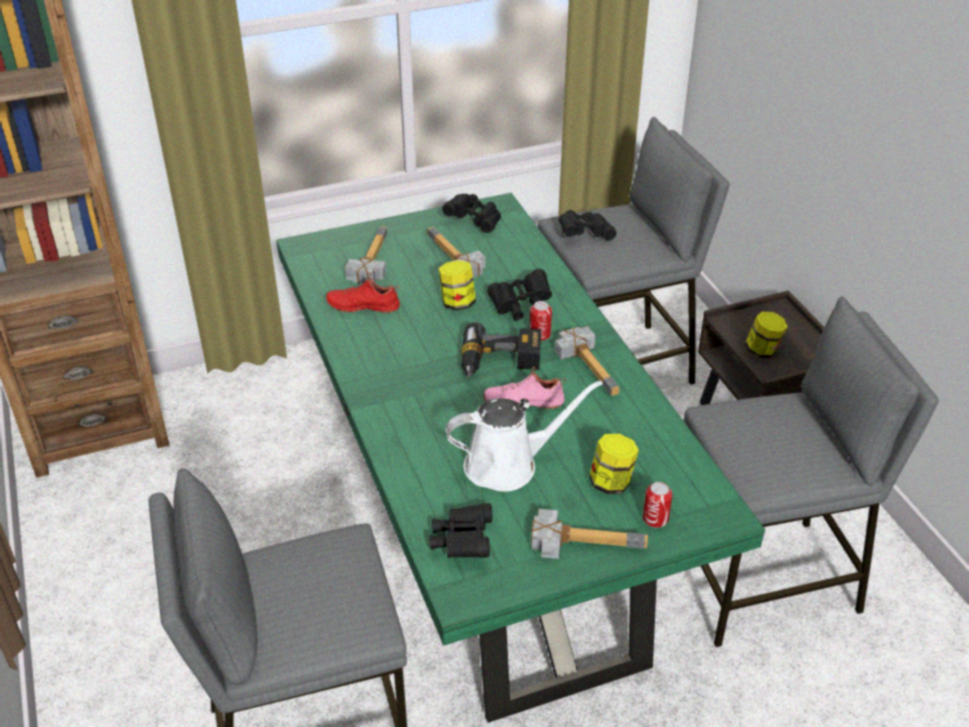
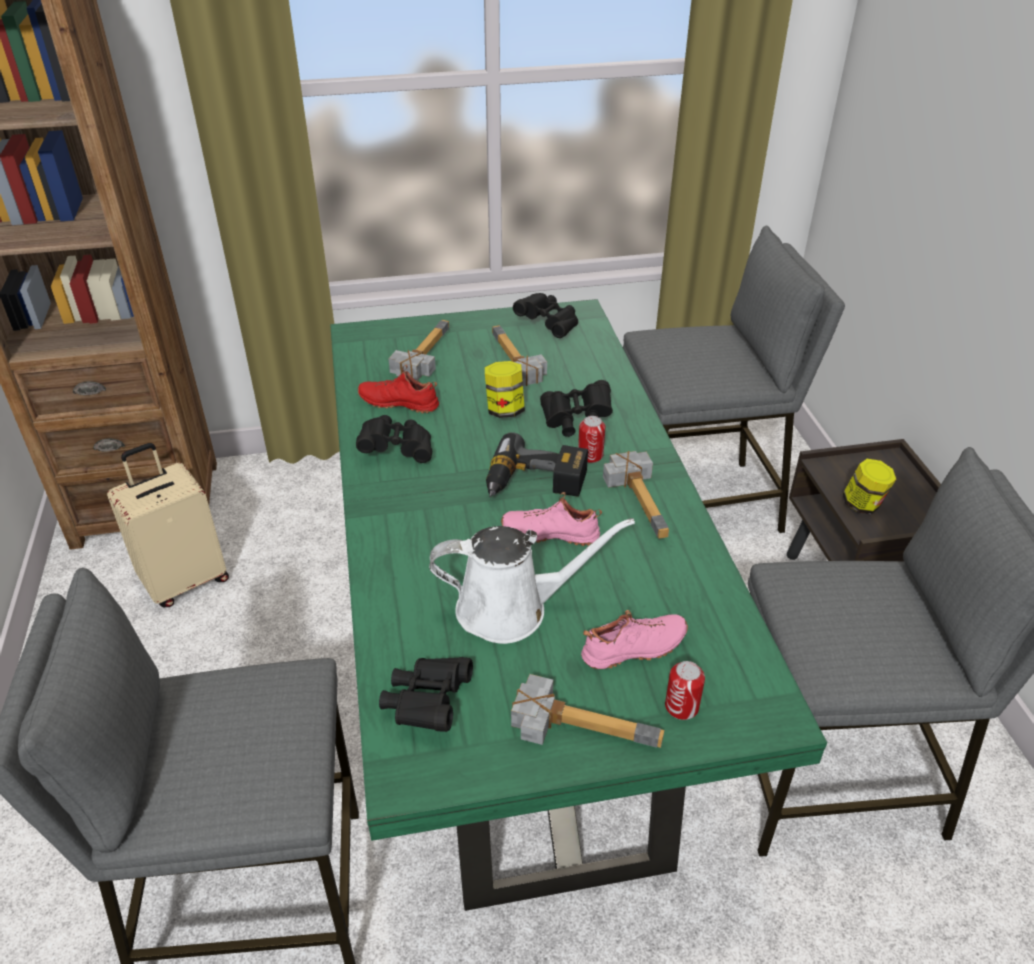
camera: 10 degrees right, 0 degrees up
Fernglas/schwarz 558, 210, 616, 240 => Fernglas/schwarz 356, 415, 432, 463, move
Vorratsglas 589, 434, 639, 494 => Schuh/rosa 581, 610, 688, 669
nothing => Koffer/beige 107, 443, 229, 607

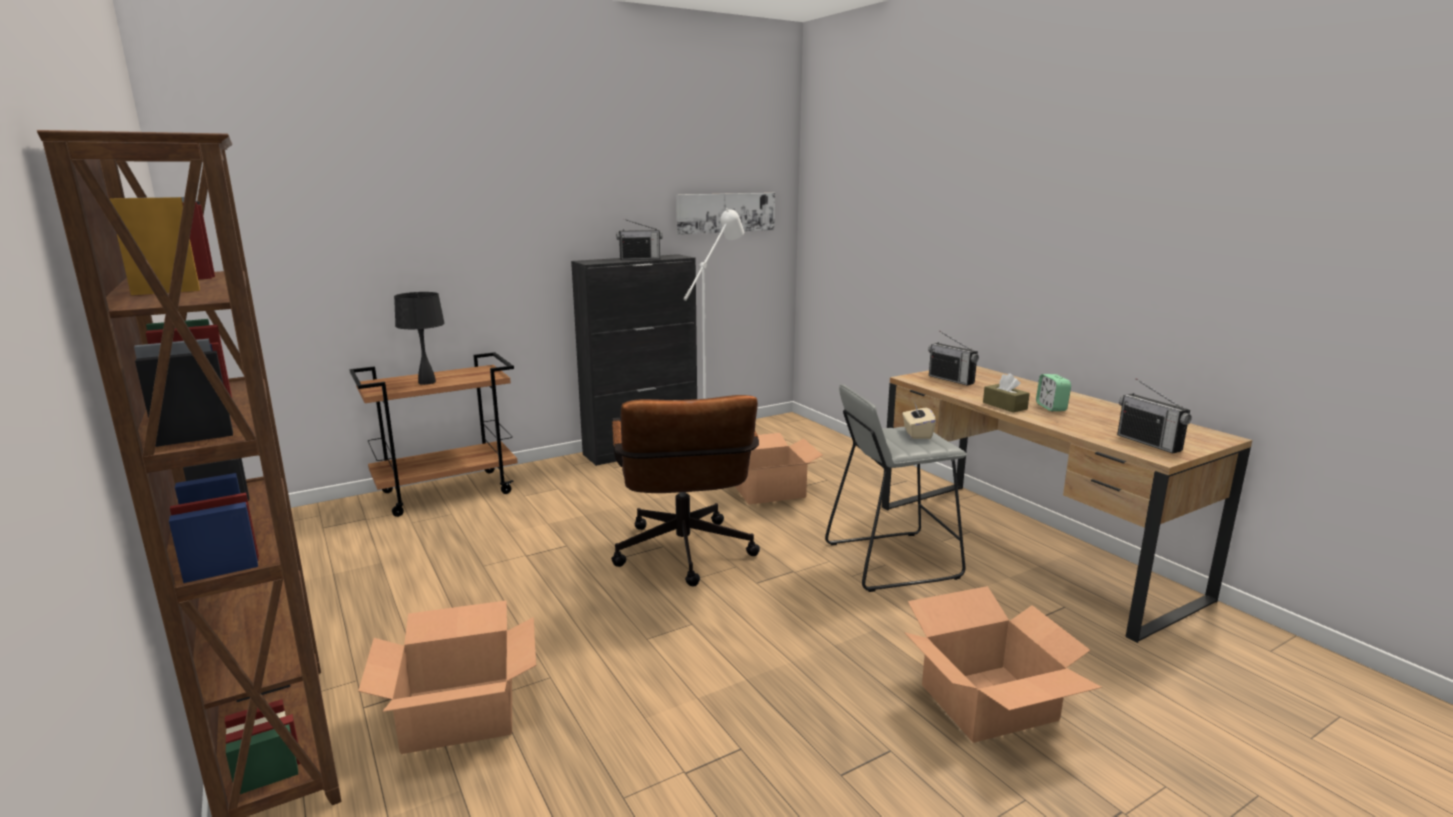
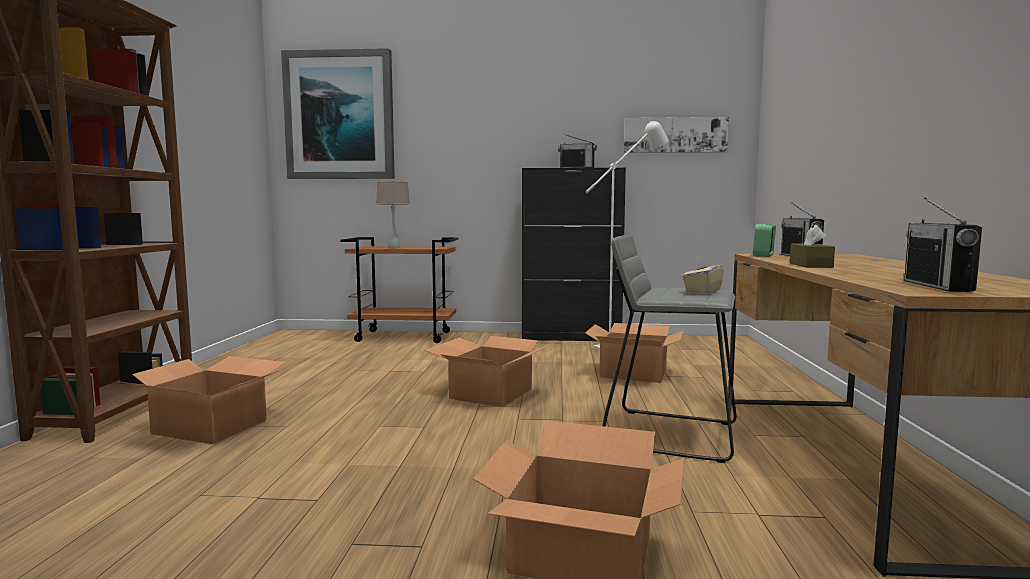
camera: 35 degrees right, 10 degrees down
Tischlampe/schwarz 394, 292, 444, 385 => Tischlampe/beige 376, 180, 410, 248
Wecker 1036, 374, 1071, 411 => Wecker 753, 224, 776, 257, move
Bürostuhl/braun 611, 395, 760, 586 => Karton 424, 336, 556, 407
nothing => Bild 281, 48, 395, 179

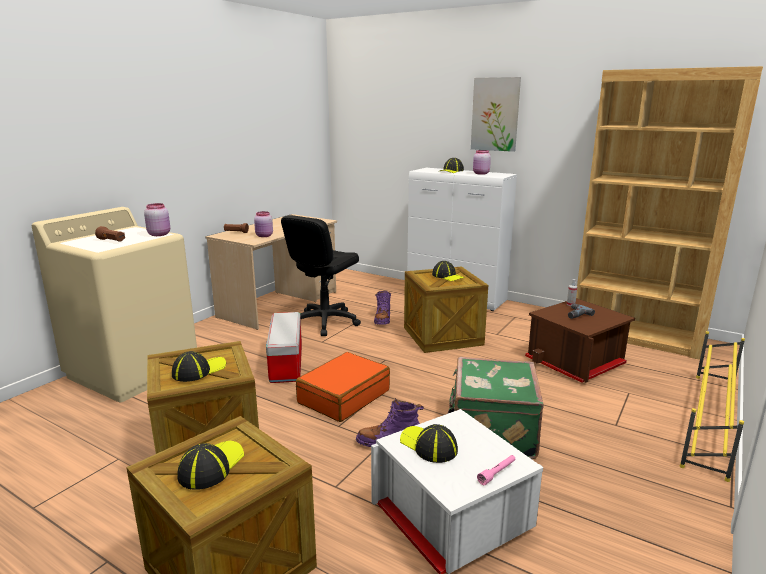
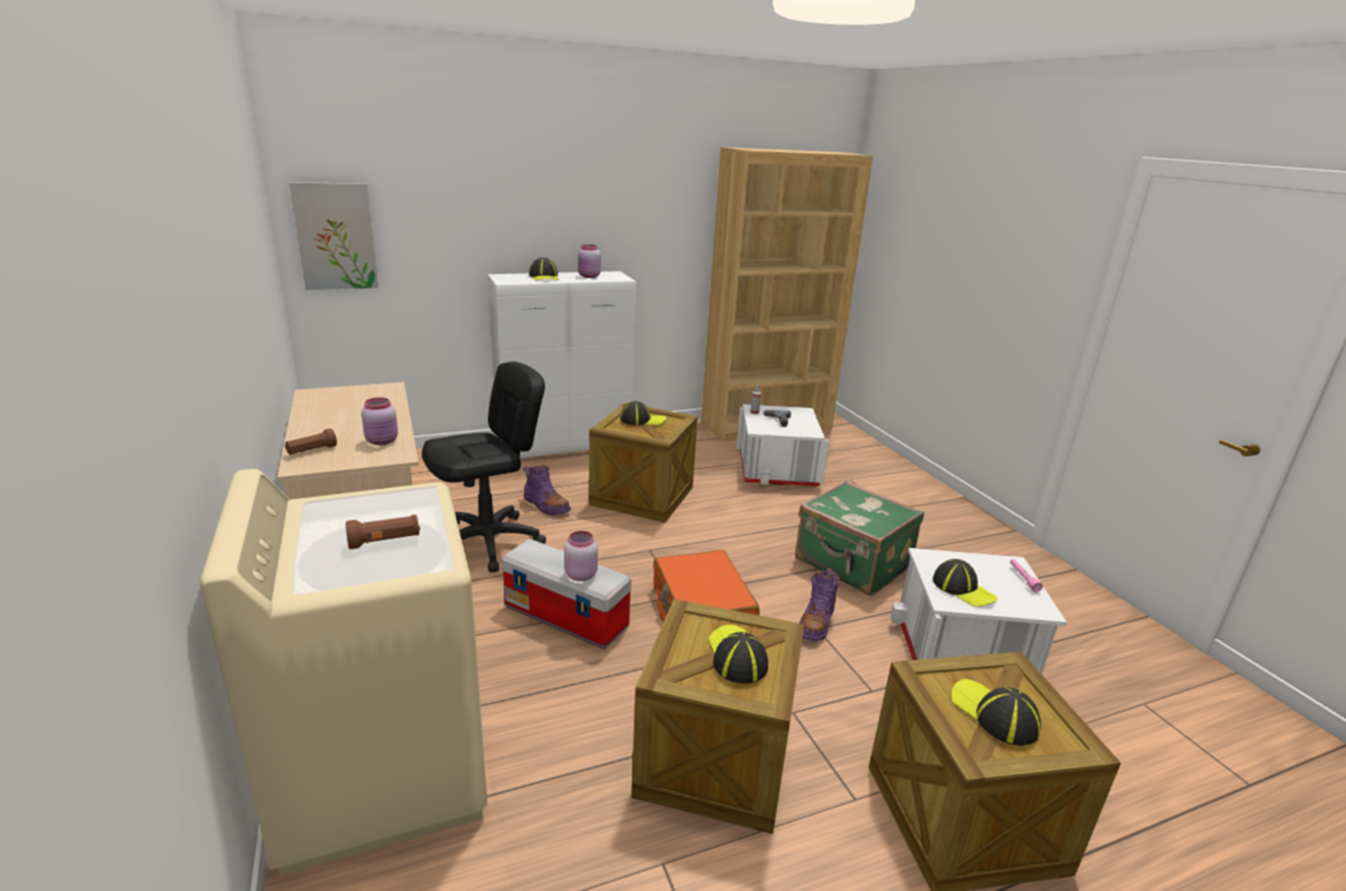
camera: 55 degrees left, 5 degrees up
Bild 471, 77, 521, 152 => Bild 289, 182, 378, 290, move
Vorratsglas/rosa 144, 203, 170, 236 => Vorratsglas/rosa 564, 531, 598, 581, move
Bürostuhl/schwarz 281, 215, 361, 336 => Bürostuhl/schwarz 422, 361, 546, 573, 105 degrees counterclockwise
Aufbewahrungsbox/braun 525, 298, 635, 383 => Aufbewahrungsbox/weiß 736, 404, 829, 486
Schuhregal/gelb 680, 331, 745, 482 => nothing
Kappe 400, 424, 458, 463 => Kappe 933, 559, 997, 607, 120 degrees counterclockwise

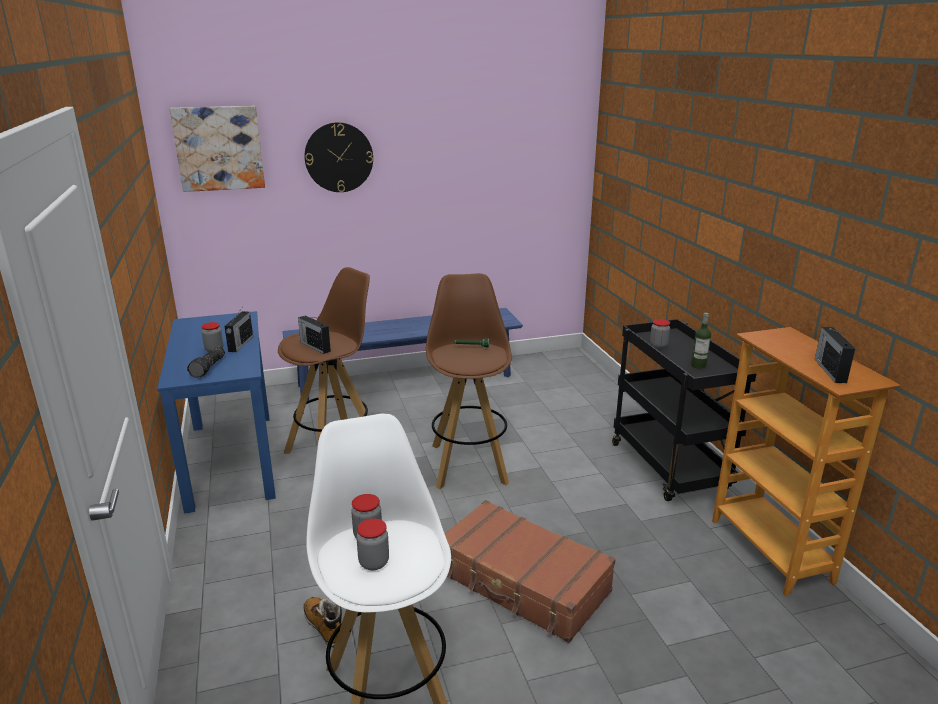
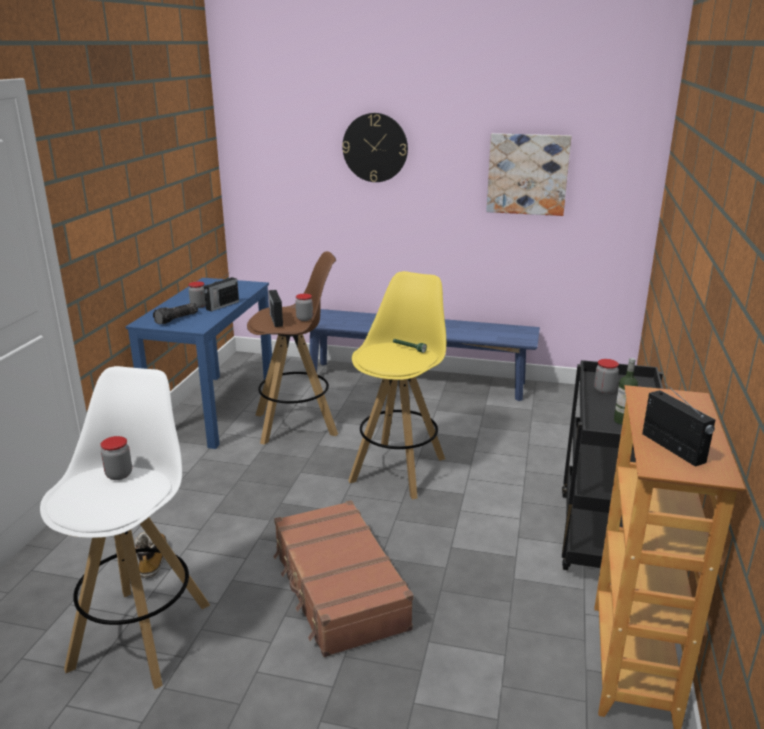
camera: 30 degrees right, 0 degrees up
Bild 170, 106, 265, 192 => Bild 486, 133, 571, 216, move
Hocker/braun 426, 273, 512, 489 => Hocker/gelb 348, 271, 446, 500
Radio 815, 327, 855, 383 => Radio 642, 385, 715, 467, 120 degrees clockwise
Vorratsglas 356, 518, 389, 571 => Vorratsglas 295, 294, 313, 321, move

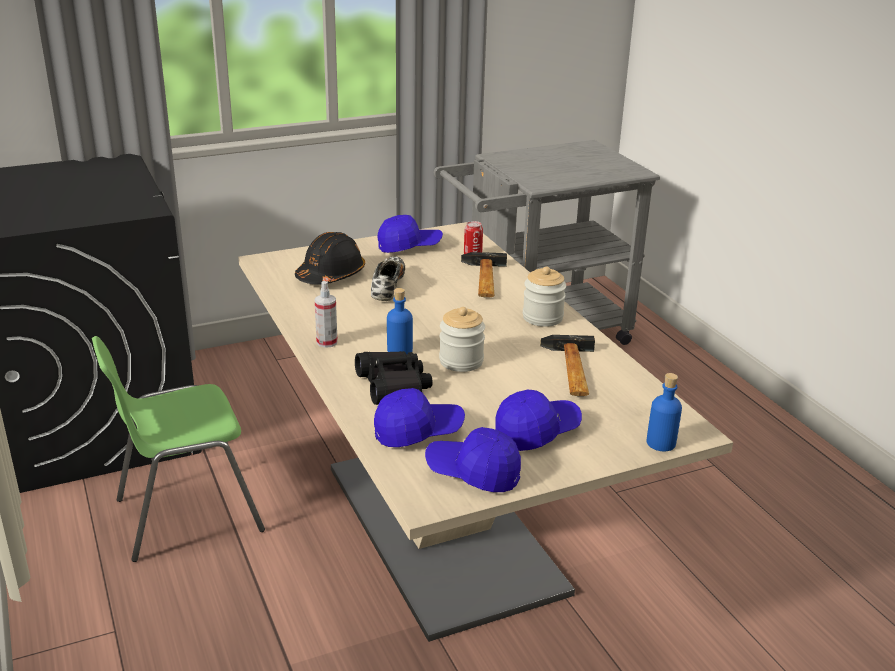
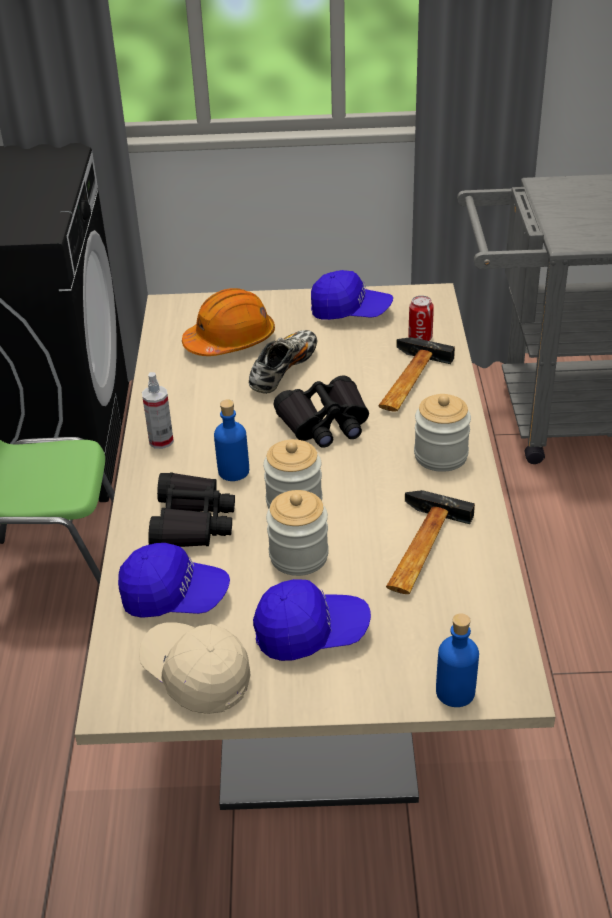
camera: 25 degrees right, 10 degrees up
Schutzhelm/schwarz 295, 232, 365, 285 => Schutzhelm/orange 182, 288, 275, 356
Kappe/blau 425, 427, 521, 492 => Kappe/beige 139, 622, 251, 714
nothing => Fernglas/schwarz 274, 375, 369, 448
nothing => Vorratsglas 266, 490, 329, 576

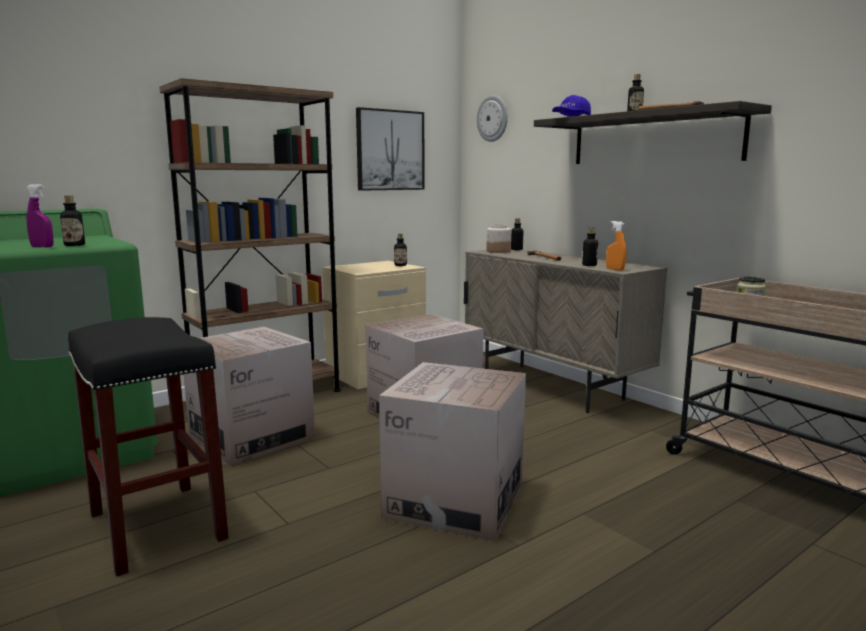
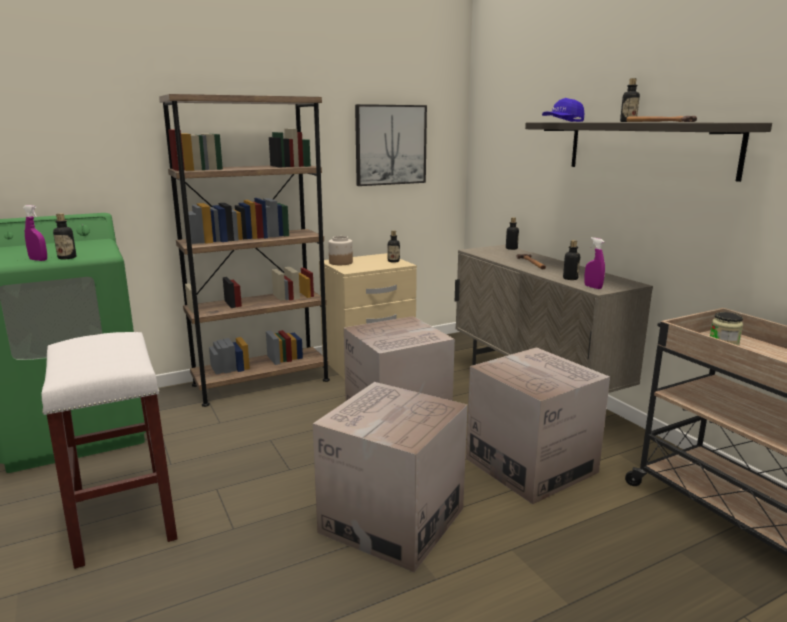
camera: 10 degrees right, 5 degrees up
Wanduhr 477, 95, 508, 142 => nothing
Sprühflasche/orange 606, 221, 626, 271 => Sprühflasche/lila 584, 237, 605, 289
Vorratsglas 486, 224, 511, 253 => Vorratsglas 328, 236, 353, 265, move
Hocker/schwarz 68, 317, 229, 576 => Hocker/weiß 42, 332, 177, 569
Karton 184, 327, 315, 466 => Karton 466, 347, 610, 504, move

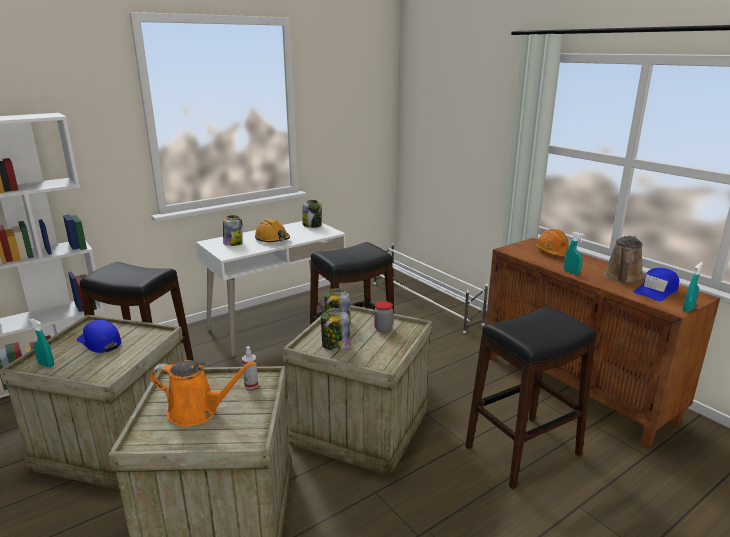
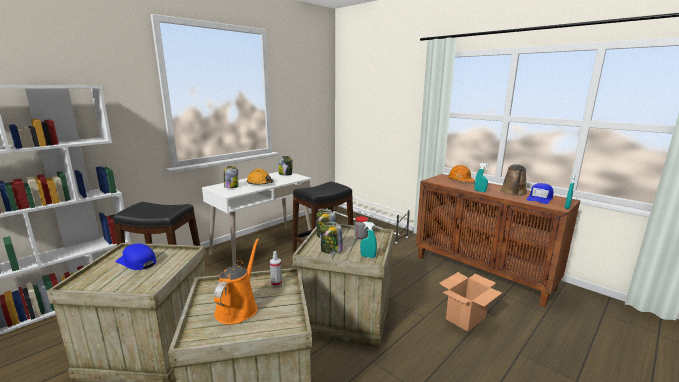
camera: 10 degrees left, 5 degrees down
Hocker/schwarz 465, 306, 597, 490 => Karton 439, 272, 502, 332
Sprühflasche/türkis 29, 319, 54, 368 => Sprühflasche/türkis 360, 222, 377, 258, move
Gießkanne/orange 150, 360, 255, 427 => Gießkanne/orange 214, 238, 259, 324, 75 degrees counterclockwise

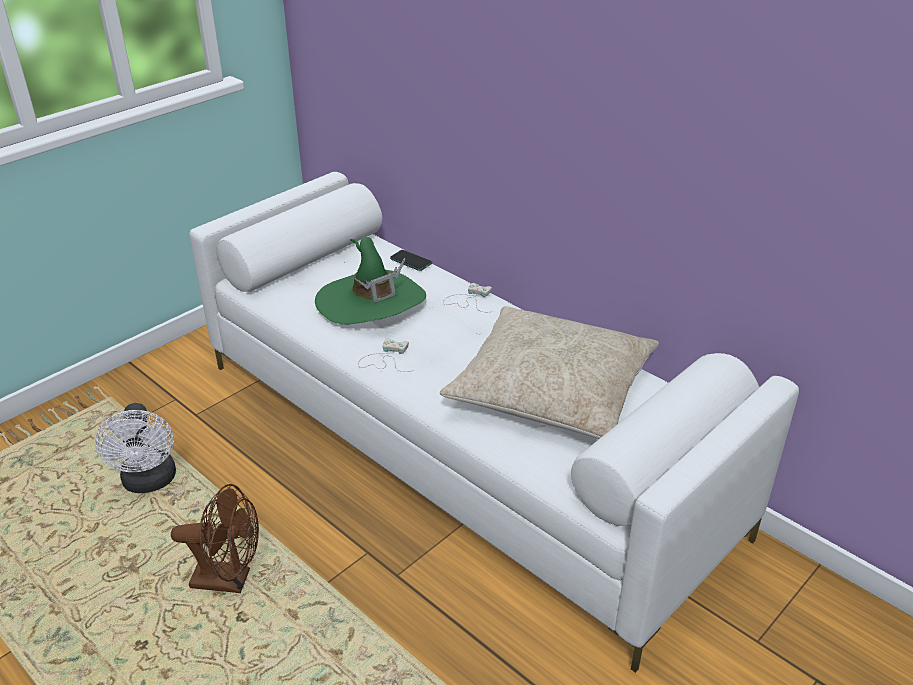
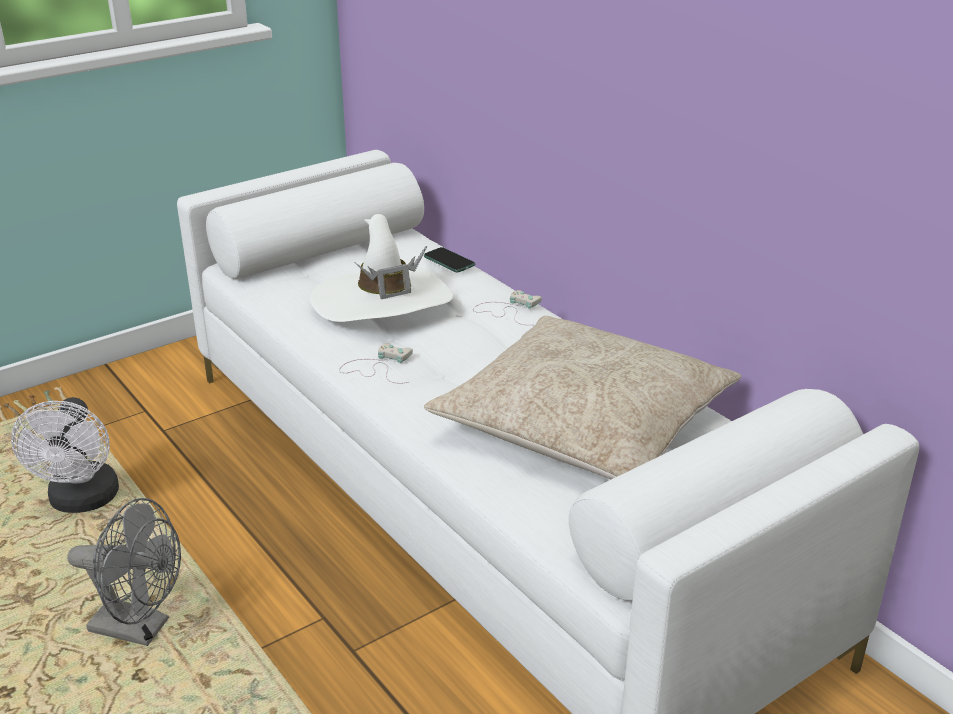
camera: 10 degrees right, 5 degrees down
Hut/grün 315, 237, 426, 325 => Hut/weiß 310, 214, 454, 322
Ventilator/braun 171, 484, 259, 593 => Ventilator/grau 67, 498, 181, 646

